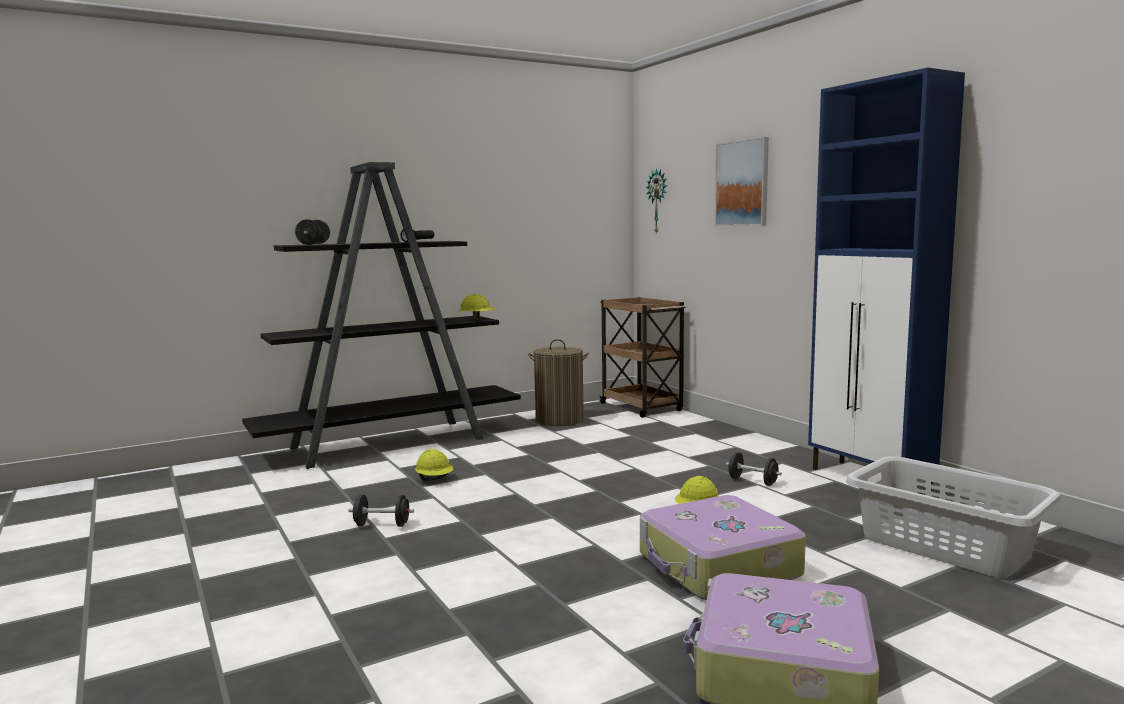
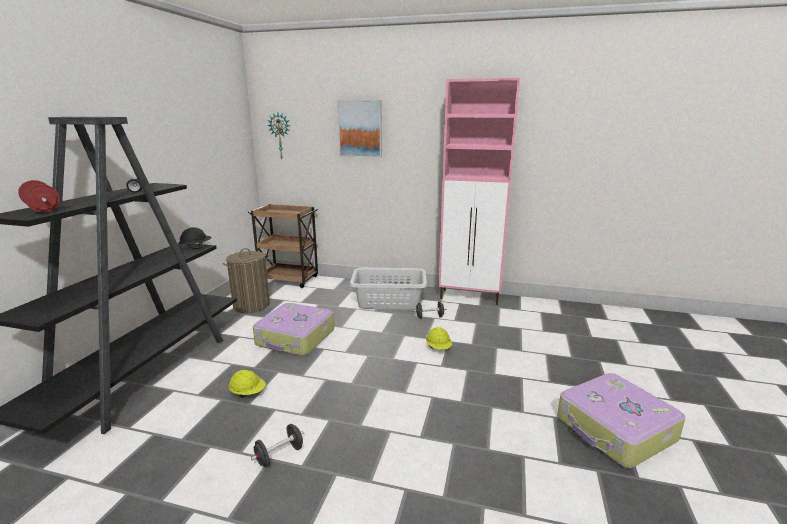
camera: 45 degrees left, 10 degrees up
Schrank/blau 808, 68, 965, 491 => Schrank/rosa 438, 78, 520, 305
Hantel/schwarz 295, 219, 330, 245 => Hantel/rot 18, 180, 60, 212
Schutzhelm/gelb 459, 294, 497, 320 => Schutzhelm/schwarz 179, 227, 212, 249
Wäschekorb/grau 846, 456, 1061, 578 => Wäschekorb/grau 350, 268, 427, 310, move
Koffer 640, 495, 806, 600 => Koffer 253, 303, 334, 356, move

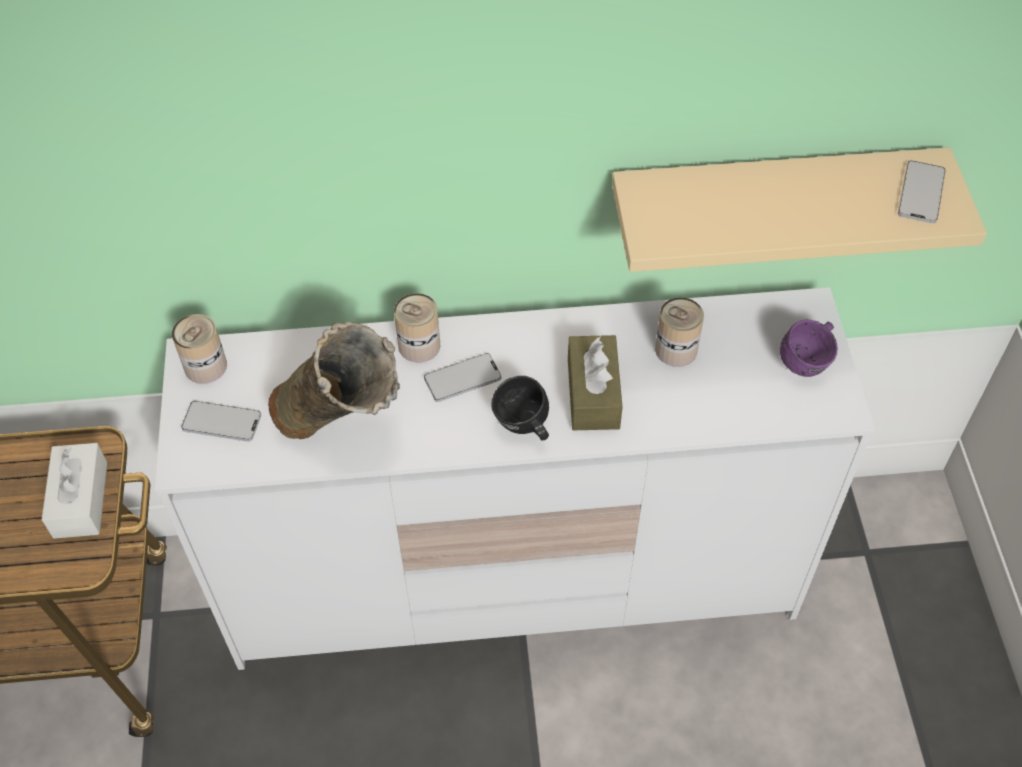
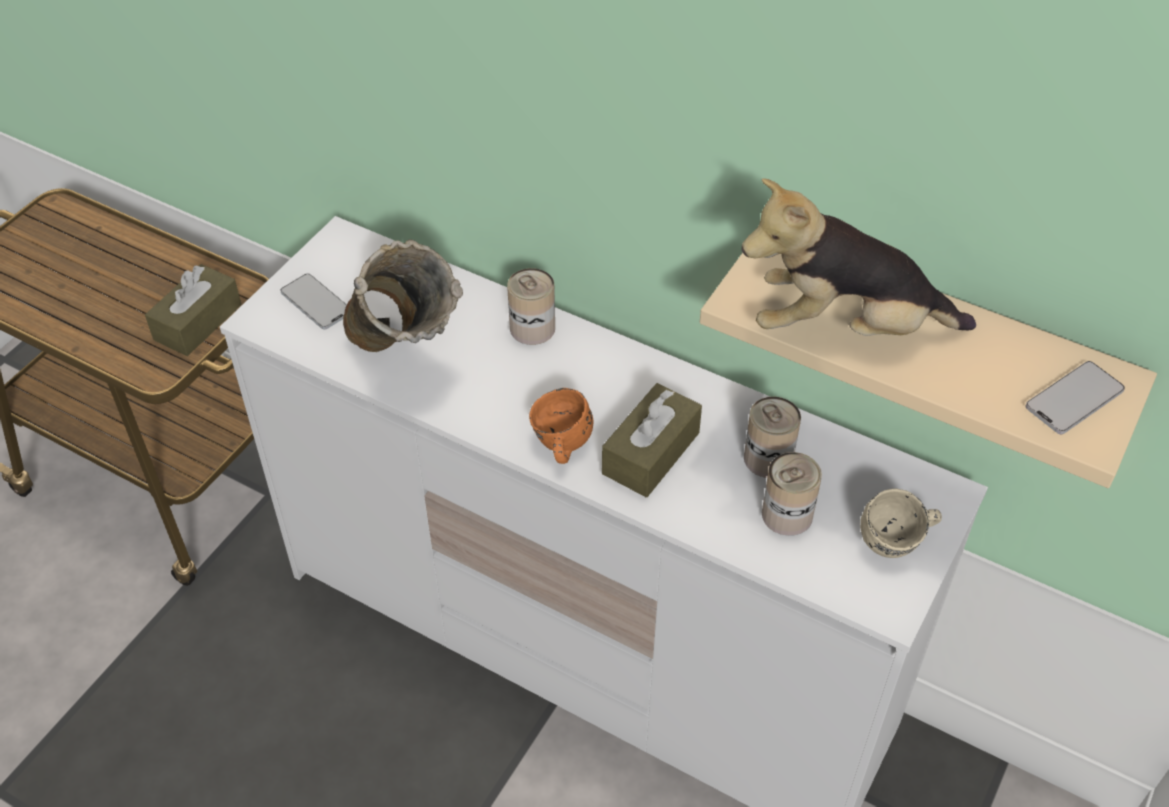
camera: 35 degrees right, 5 degrees down
Dose 172, 314, 227, 384 => Dose 762, 452, 822, 536, move
Henkelbecher/lila 780, 319, 838, 377 => Henkelbecher/beige 860, 488, 942, 558
Handy 424, 353, 501, 402 => nothing
Henkelbecher/schwarz 491, 376, 549, 440 => Henkelbecher/orange 529, 388, 594, 464
Taschentuchbox/weiß 42, 443, 107, 539 => Taschentuchbox/braun 145, 264, 242, 356
nothing => Plüschtier 742, 178, 976, 336

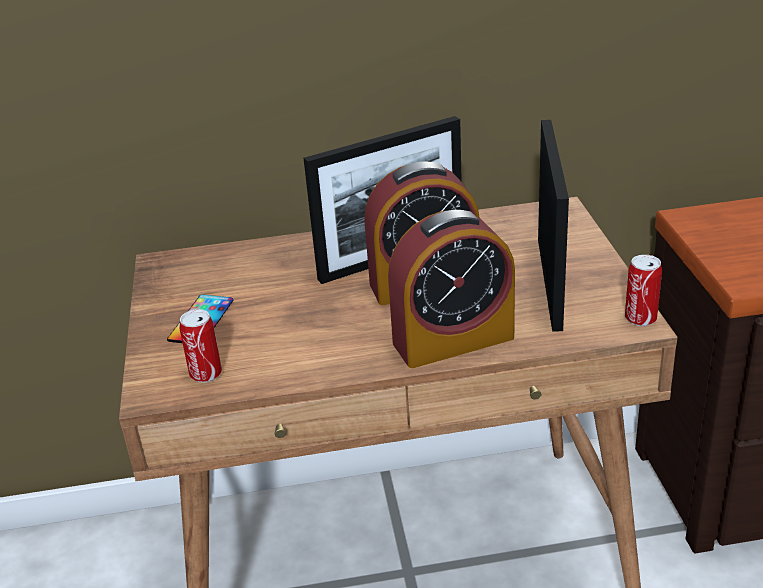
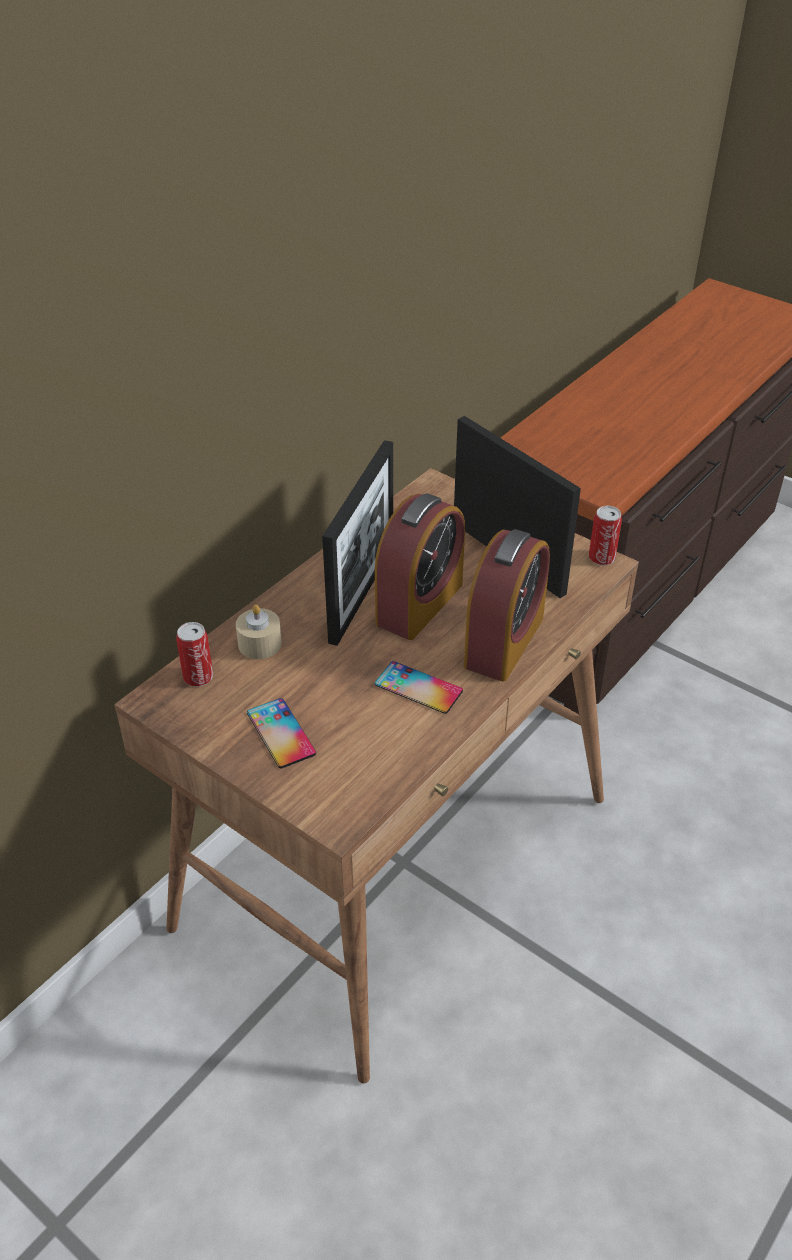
camera: 45 degrees left, 10 degrees up
Dose 179, 309, 222, 383 => Dose 176, 622, 213, 687, move
nothing => Kerze/beige 236, 604, 282, 659
nothing => Handy 375, 661, 463, 714

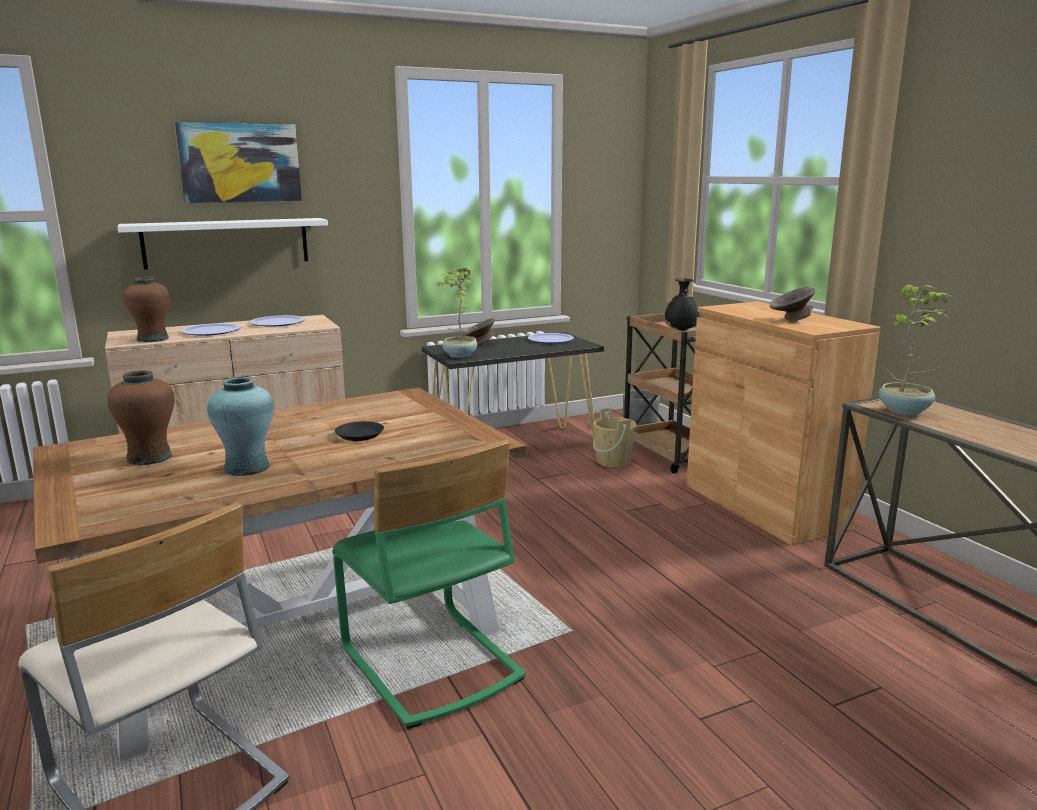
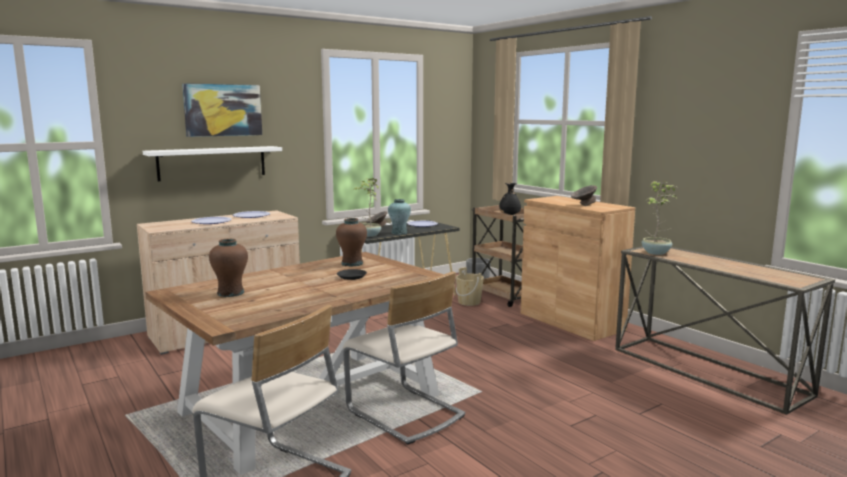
camera: 10 degrees left, 5 degrees down
Vase/braun 123, 277, 170, 342 => Vase/braun 336, 218, 367, 267, move
Vase/türkis 207, 377, 274, 476 => Vase/türkis 388, 199, 411, 235, move
Stuhl/grün 332, 440, 526, 729 => Stuhl/beige 343, 271, 465, 445

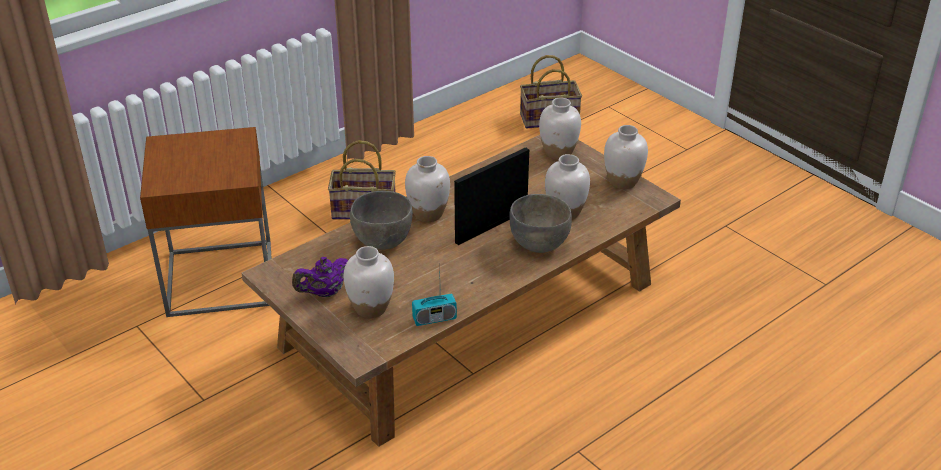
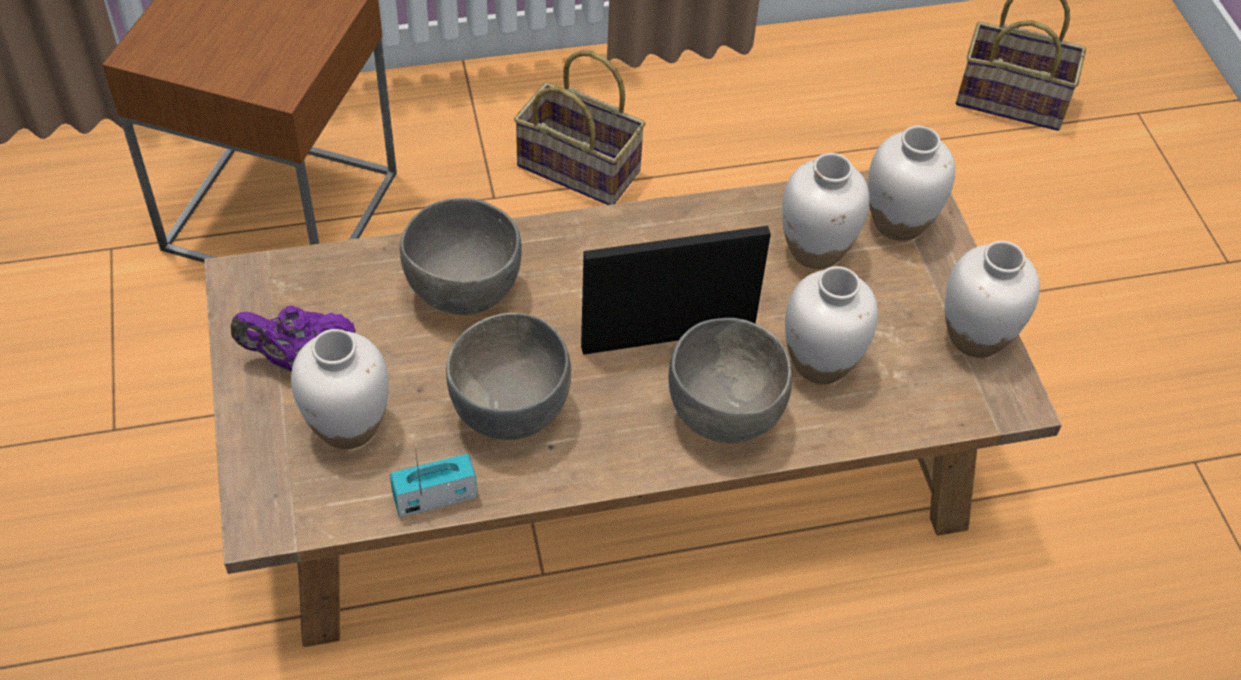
camera: 25 degrees right, 15 degrees up
Vase/weiß 405, 156, 450, 222 => Vase/weiß 782, 153, 870, 269, move
Radio 412, 263, 457, 326 => Radio 390, 447, 477, 517, 150 degrees clockwise
nothing => Schüssel/grau 446, 313, 571, 440

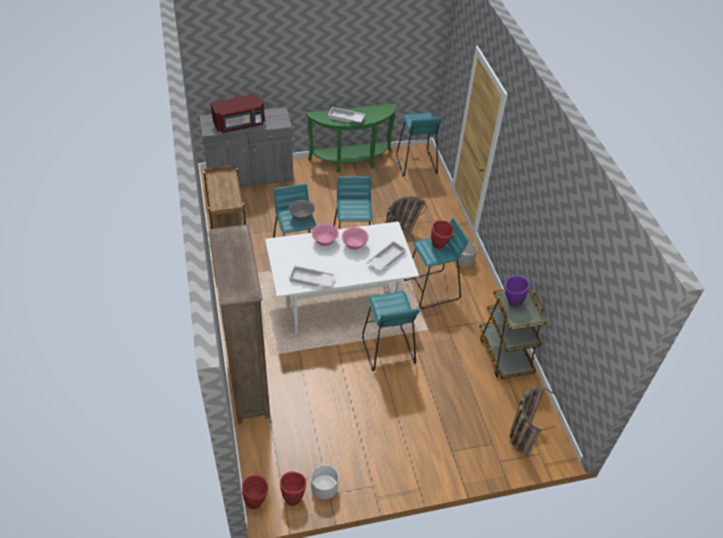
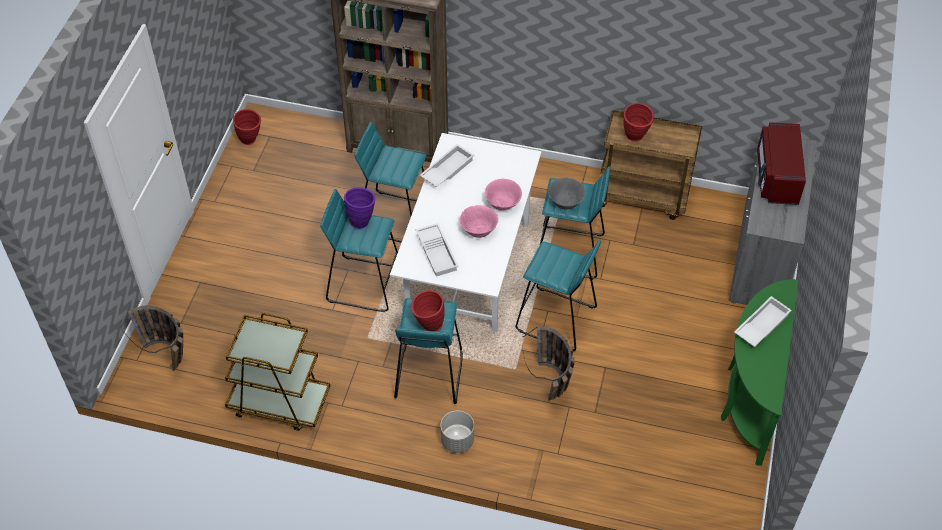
camera: 120 degrees right, 5 degrees up
Hocker/türkis 396, 113, 442, 177 => Hocker/türkis 354, 122, 426, 243, move
Vase/lila 505, 276, 529, 308 => Vase/lila 344, 187, 375, 229, move
Pflanzkübel/weiß 311, 465, 338, 500 => nothing
Vase/rot 242, 475, 269, 509 => Vase/rot 623, 103, 654, 142, move

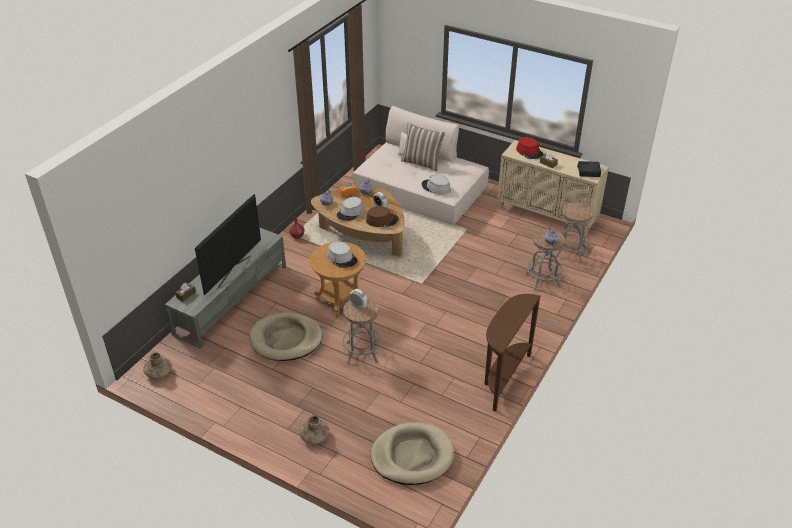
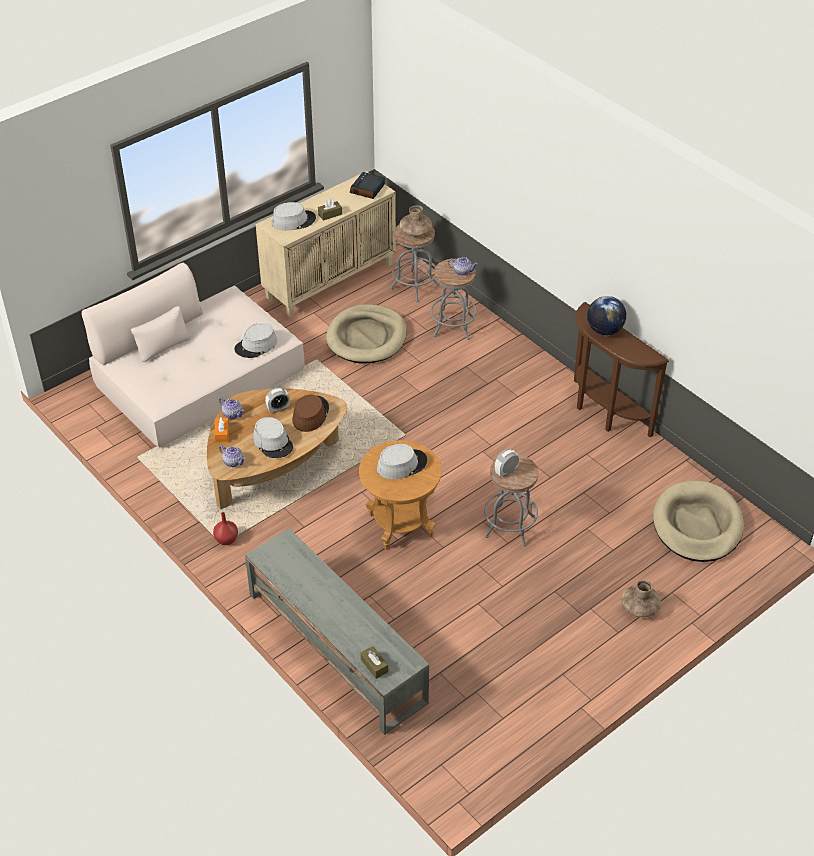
camera: 70 degrees left, 5 degrees up
Kissen 401, 123, 445, 171 => nothing
Hut/rot 516, 137, 544, 159 => Hut/grau 272, 202, 316, 231
Fernseher 195, 194, 261, 295 => nothing
Hundebett/beige 250, 312, 323, 361 => Hundebett/beige 326, 304, 407, 364, move
Vase/braun 143, 352, 172, 379 => Vase/braun 399, 205, 432, 237, move
nothing => Globus 587, 296, 626, 335

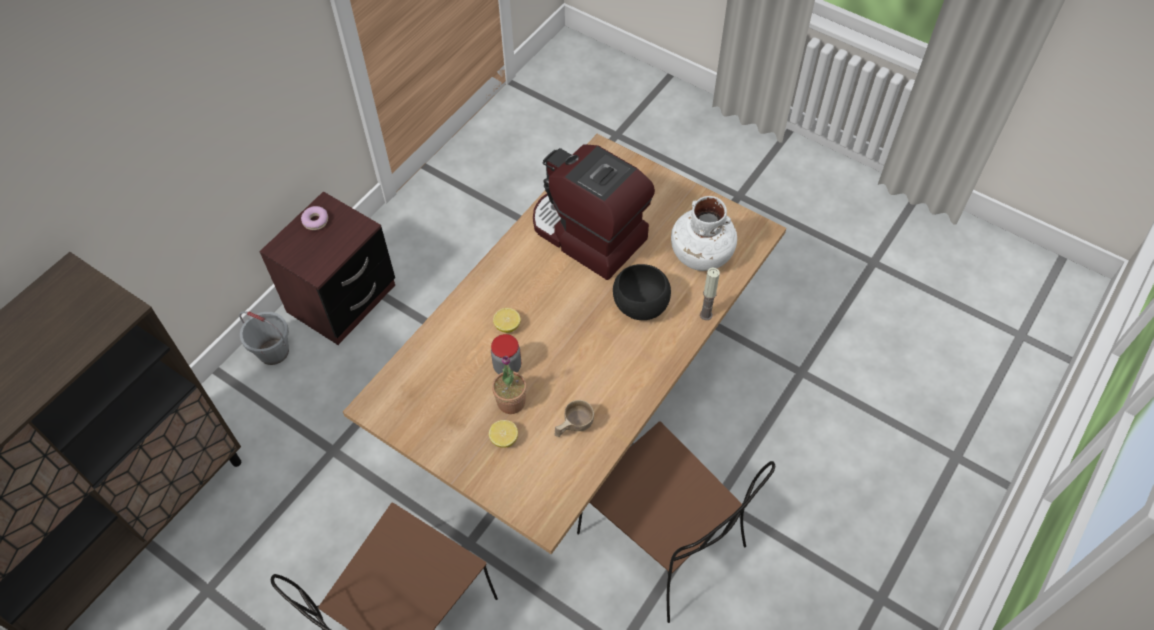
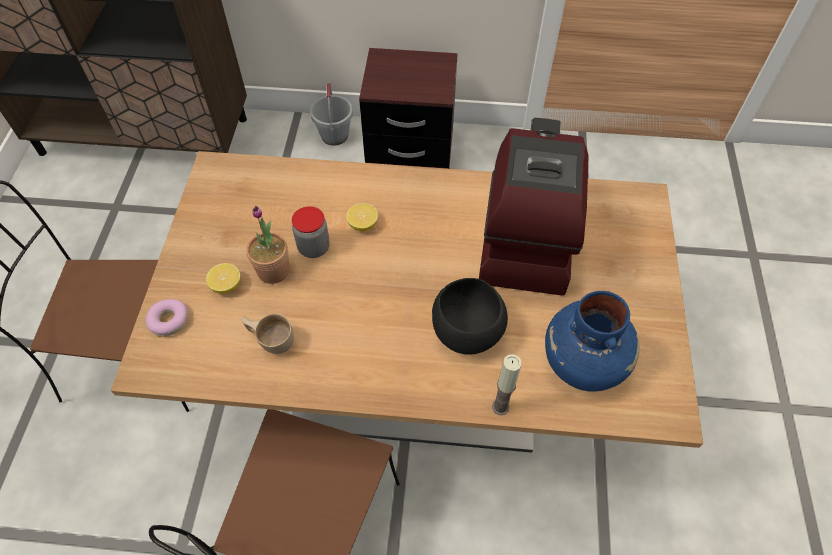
camera: 60 degrees right, 0 degrees up
Vase/weiß 671, 196, 737, 271 => Vase/blau 545, 291, 640, 392
Donut 301, 206, 328, 230 => Donut 146, 299, 188, 336, move

